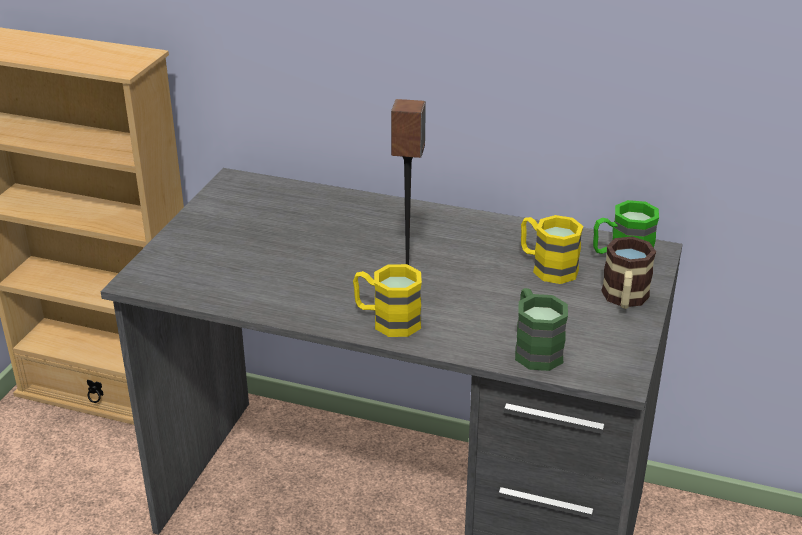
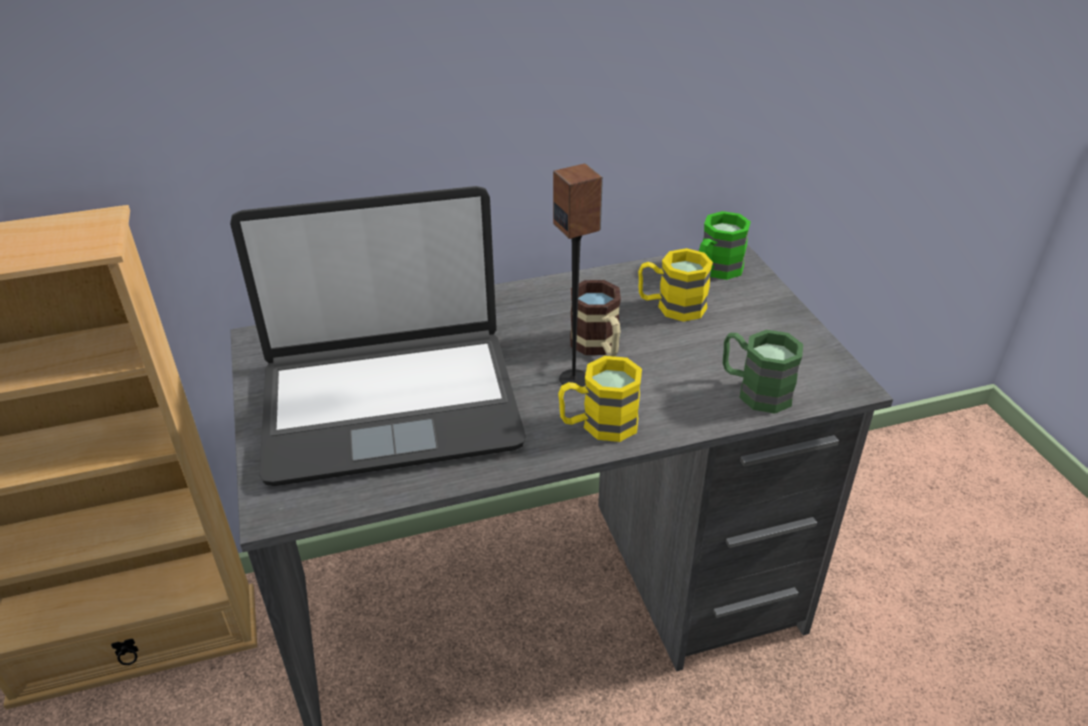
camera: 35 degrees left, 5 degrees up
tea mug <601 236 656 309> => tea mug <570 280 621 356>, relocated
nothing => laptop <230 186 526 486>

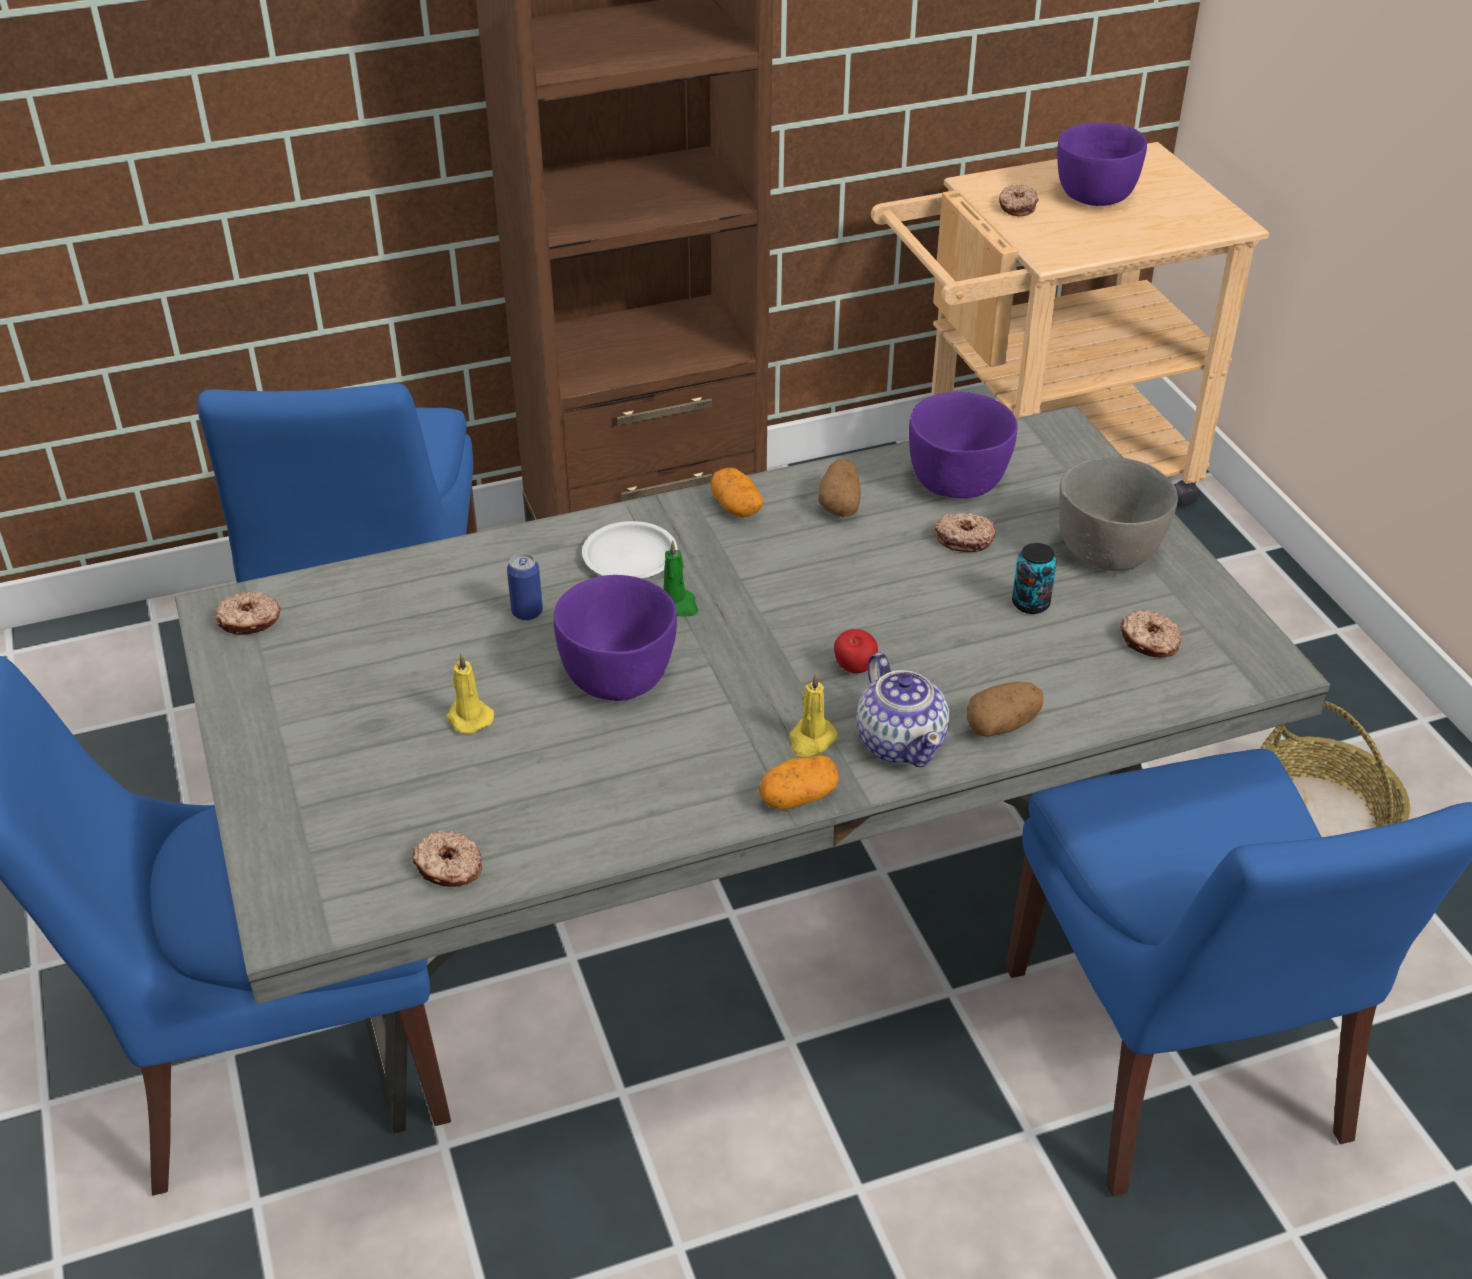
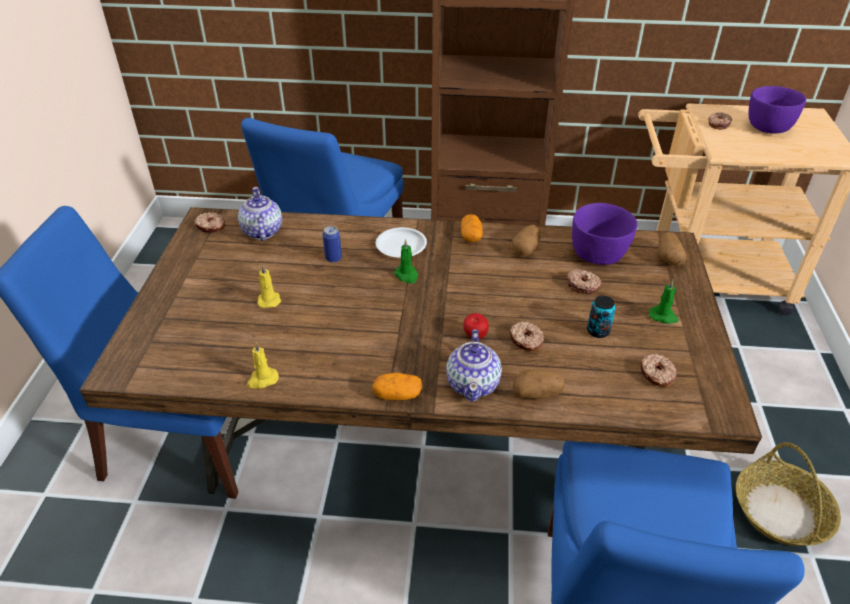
camera: 25 degrees right, 0 degrees up
grey dinner table <175 406 1330 1133> => brownish dinner table <80 207 762 494>
donut <412 830 482 887> => donut <509 321 544 351>, relocated
purplish deep dish <554 575 677 701> => nothing
yellow wax candle <789 673 838 757> => yellow wax candle <247 342 279 389>, relocated
grey deep dish <1059 456 1178 571> => greenish wax candle <649 280 679 324>
nothing => pot for tea <238 187 282 241>
nothing => whole potato <658 232 686 265>

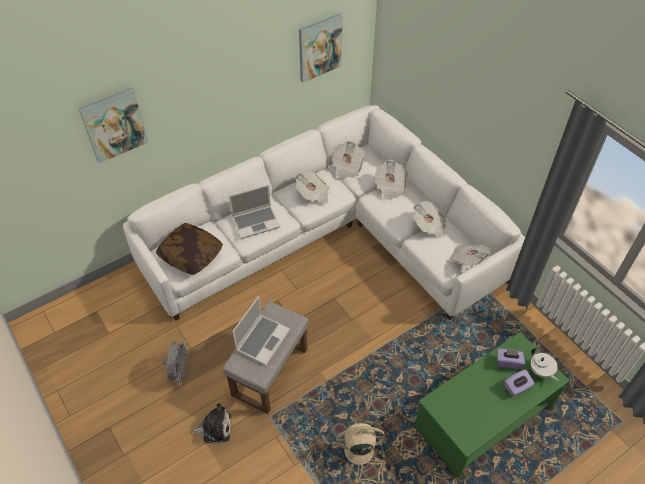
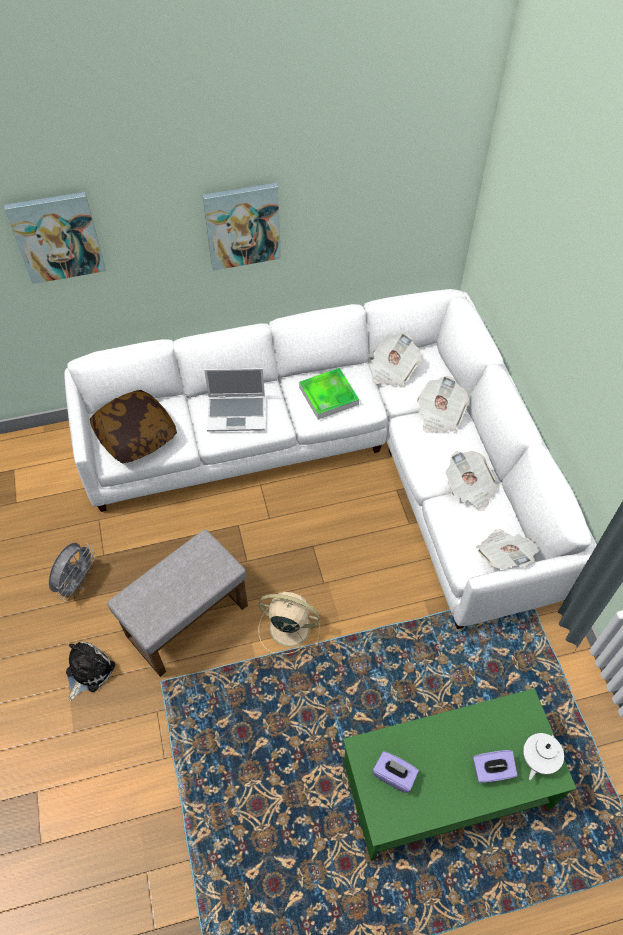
camera: 20 degrees right, 5 degrees up
soft toy <191 403 231 444> => soft toy <66 642 115 701>, 75 degrees counterclockwise
laptop <232 296 290 365> => nothing
printed paper <295 171 329 204> => tray <299 368 359 420>
wall picture <299 13 343 82> => wall picture <203 183 281 271>, relocated
beige electric fan <336 423 385 473> => beige electric fan <259 592 320 654>, relocated
purplish tissue holder <497 349 525 369> => purplish tissue holder <373 751 419 793>, relocated
white-coloured pot for tea <531 348 559 381> => white-coloured pot for tea <523 728 564 780>, 45 degrees clockwise

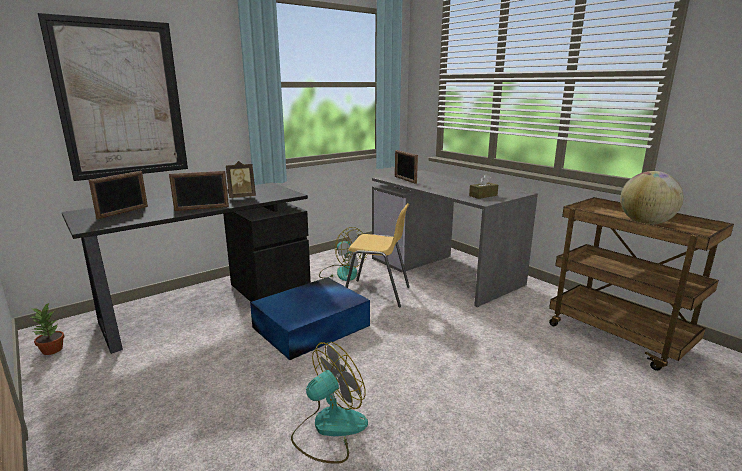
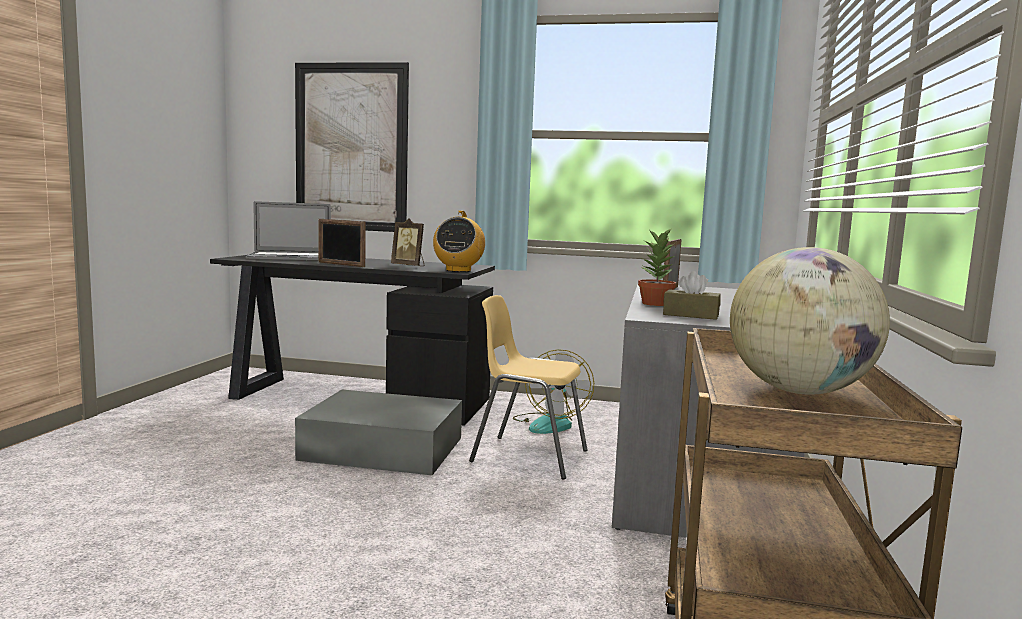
camera: 50 degrees right, 10 degrees down
plant in a pot <31 302 64 355> => plant in a pot <638 227 676 306>, relocated
photo frame <89 171 148 219> => laptop <246 201 331 261>
bluish storage box <250 277 370 360> => grey storage box <295 390 462 475>
electric fan <291 342 368 464> => nothing
yellow plain chair <345 203 410 307> => yellow plain chair <469 295 587 480>, 135 degrees clockwise
nothing => radio set <433 211 485 272>

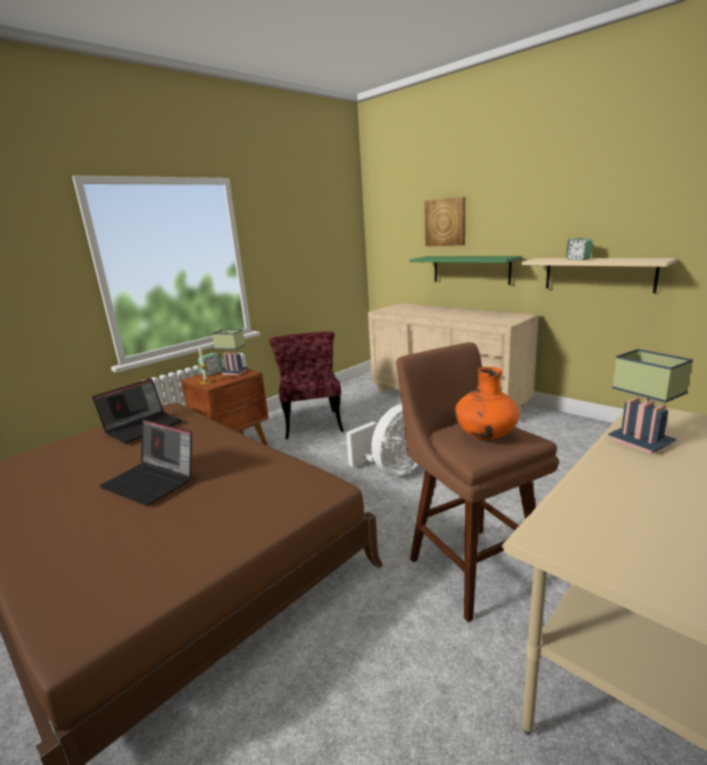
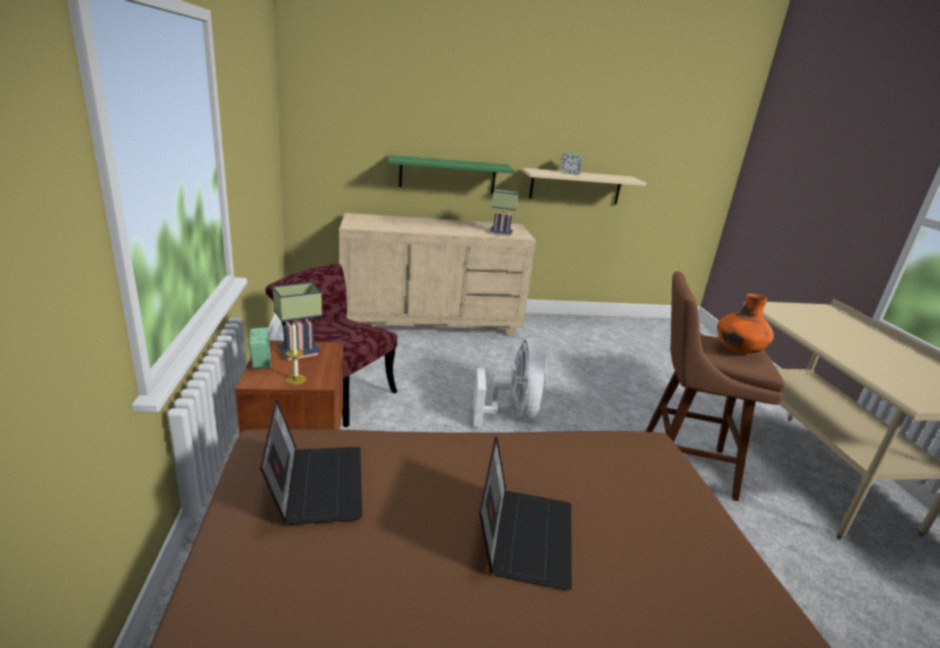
camera: 55 degrees left, 5 degrees up
laptop <99 419 192 506> => laptop <479 436 572 591>, 60 degrees counterclockwise
wall picture <425 197 465 246> => nothing
tabletop lamp <608 349 693 454> => tabletop lamp <490 188 519 237>, relocated

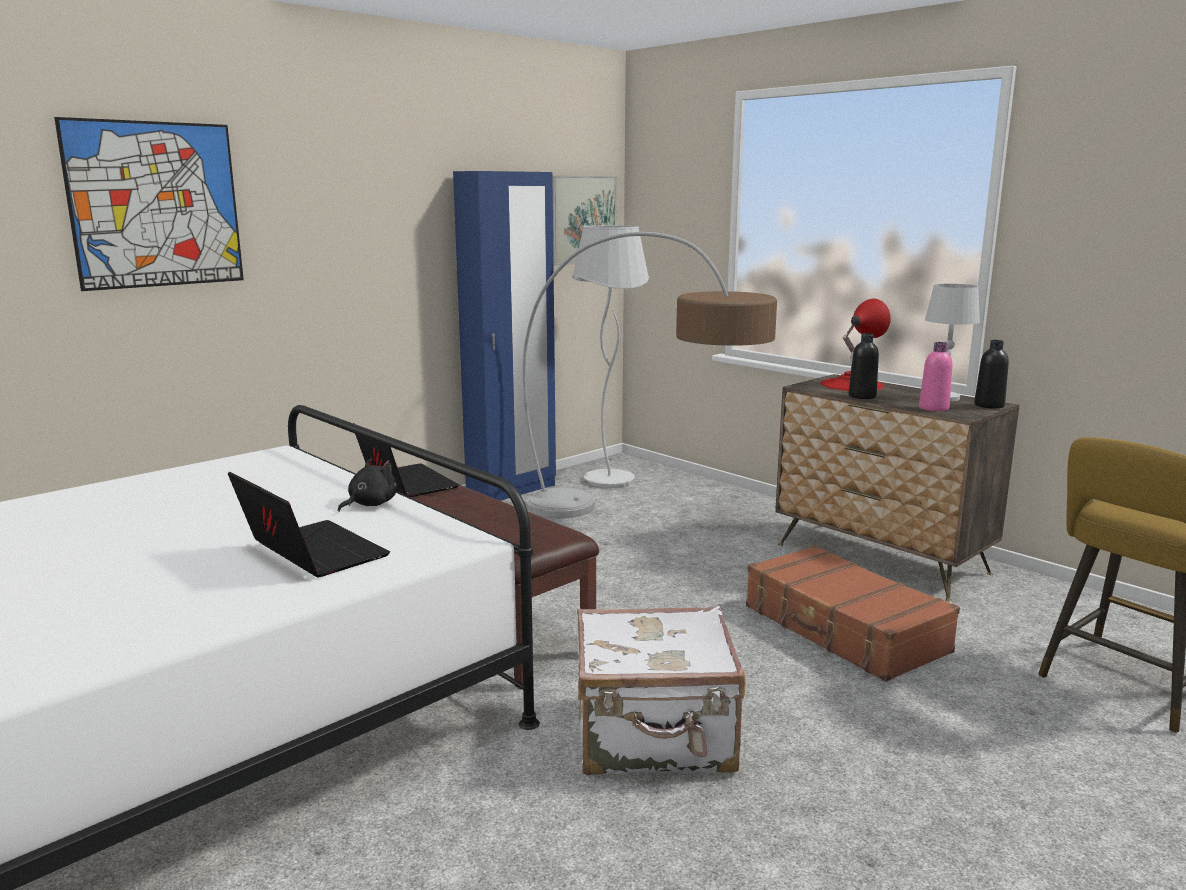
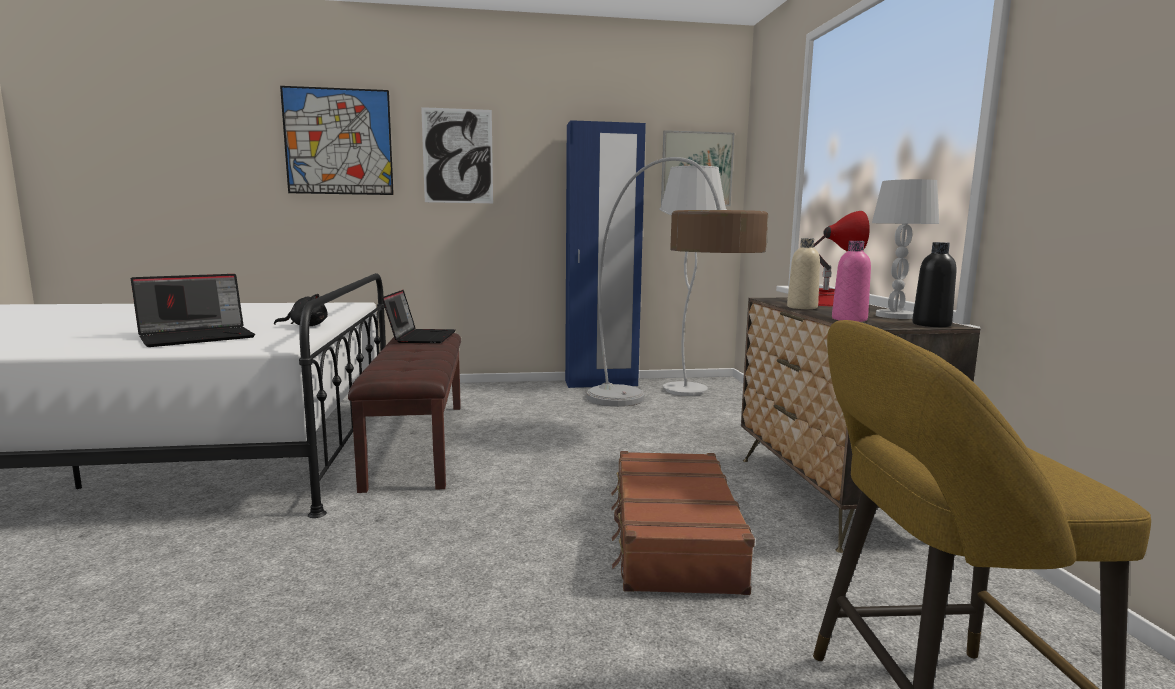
camera: 35 degrees right, 5 degrees down
laptop <228 471 390 578> => laptop <131 274 255 347>, 60 degrees clockwise
white-coloured suitcase <577 606 746 775> => nothing
blackish drink bottle <849 333 879 399> => beige drink bottle <787 238 820 309>
nothing => wall picture <421 107 493 203>

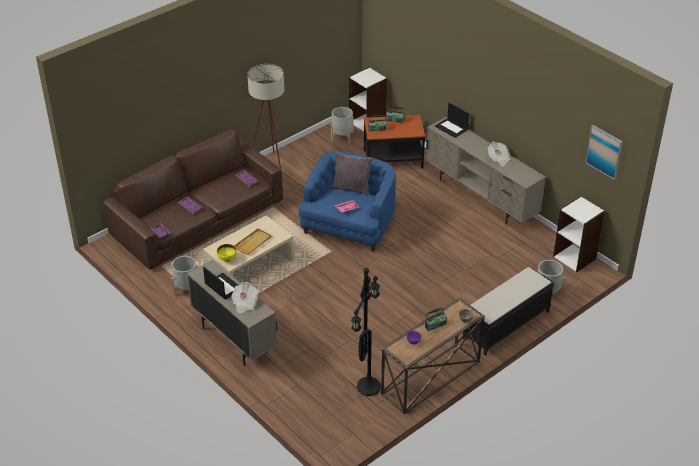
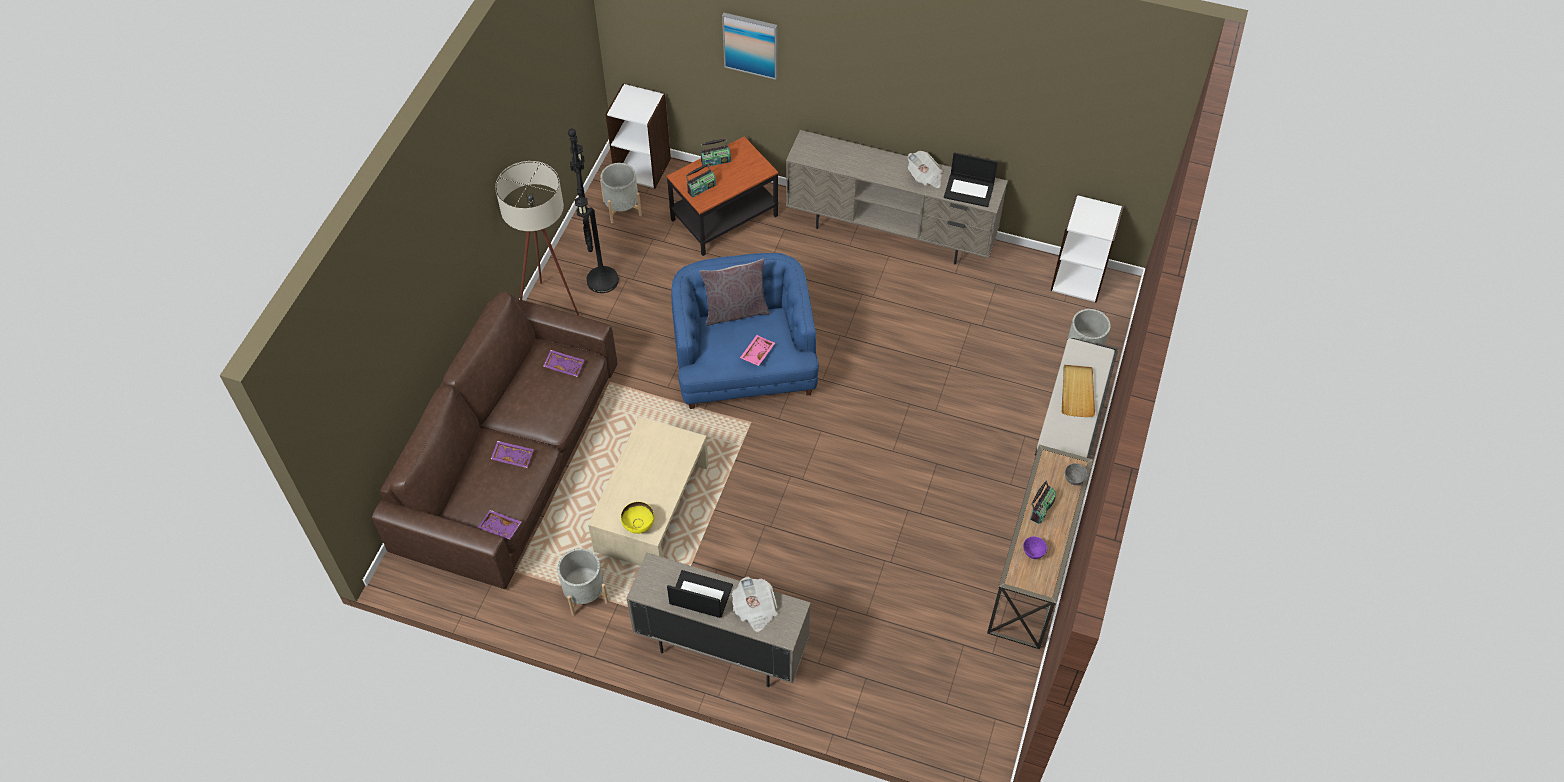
camera: 30 degrees left, 15 degrees up
beige tray <234 229 271 255> => beige tray <1061 365 1095 417>, relocated
blackish floor lamp <351 268 381 396> => blackish floor lamp <568 129 619 293>, relocated
laptop <435 103 469 138> => laptop <944 152 998 207>, relocated
wall picture <585 125 623 180> => wall picture <722 13 778 80>, relocated

